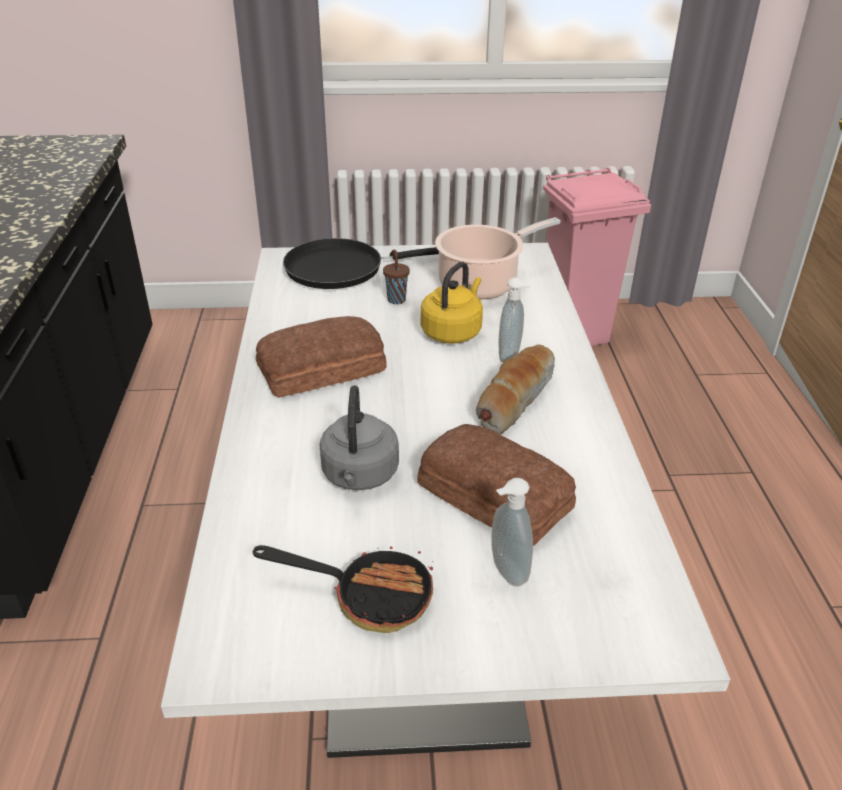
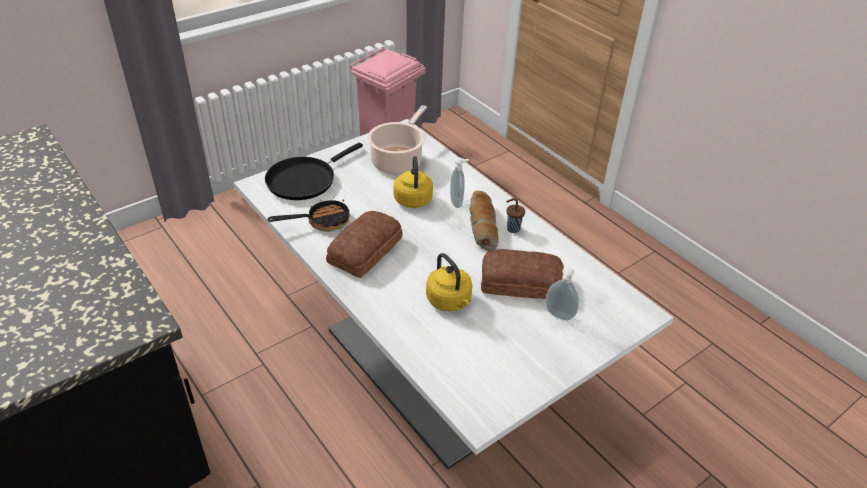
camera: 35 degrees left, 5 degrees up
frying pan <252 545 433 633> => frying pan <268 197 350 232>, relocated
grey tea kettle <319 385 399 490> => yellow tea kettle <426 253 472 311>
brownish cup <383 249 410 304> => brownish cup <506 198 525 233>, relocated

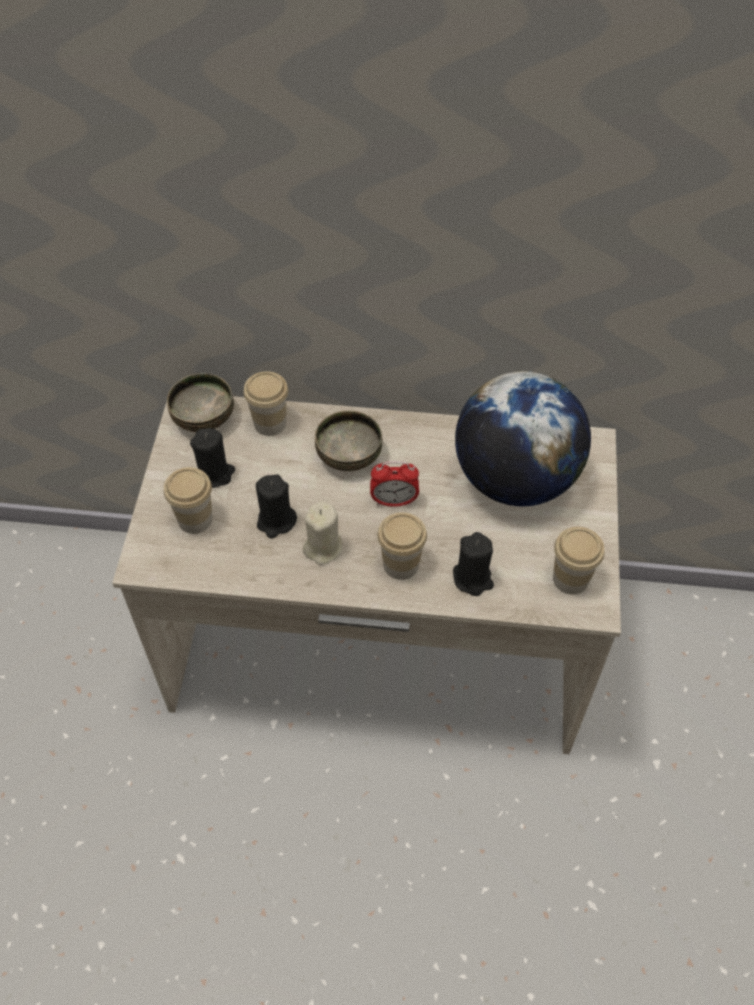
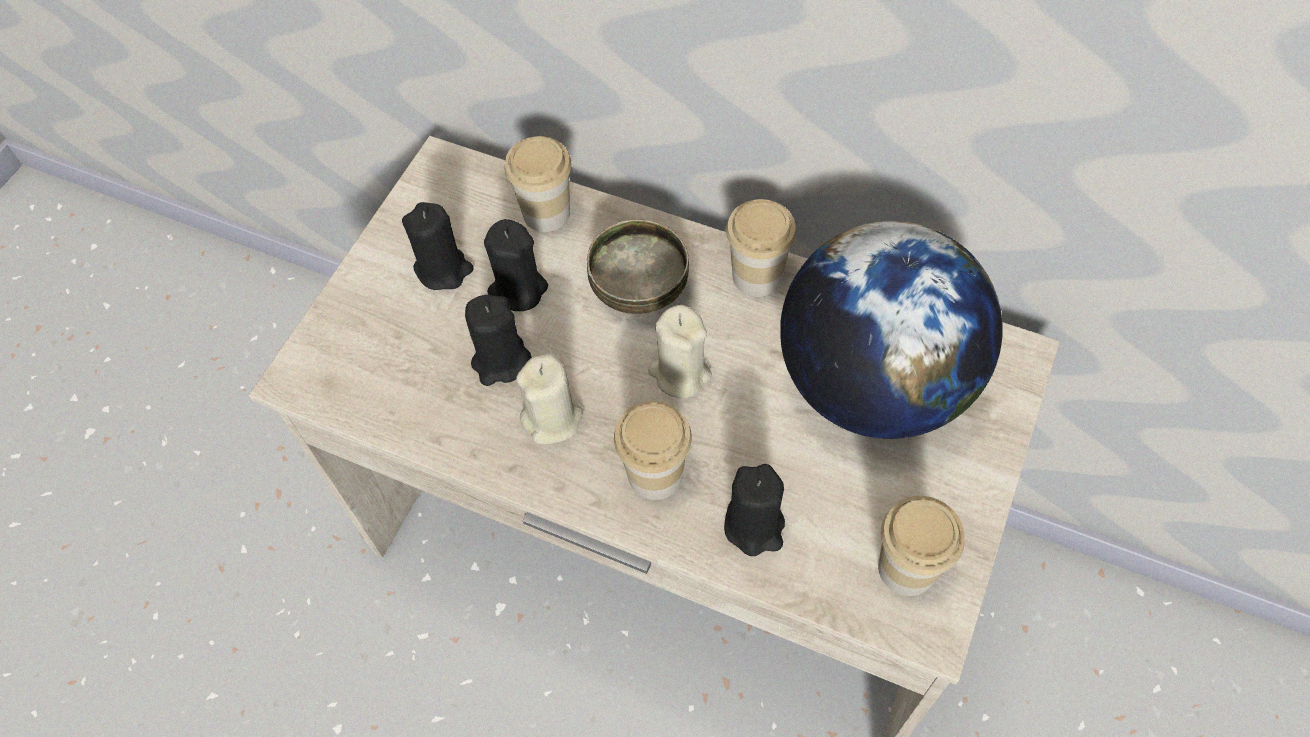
camera: 20 degrees right, 5 degrees up
cup <164 467 213 534> => cup <726 199 796 297>, relocated
deep dish <167 373 234 432> => nothing
bedside clock <370 461 419 507> => beige wax candle <648 305 712 399>
nothing => blackish wax candle <484 219 548 311>

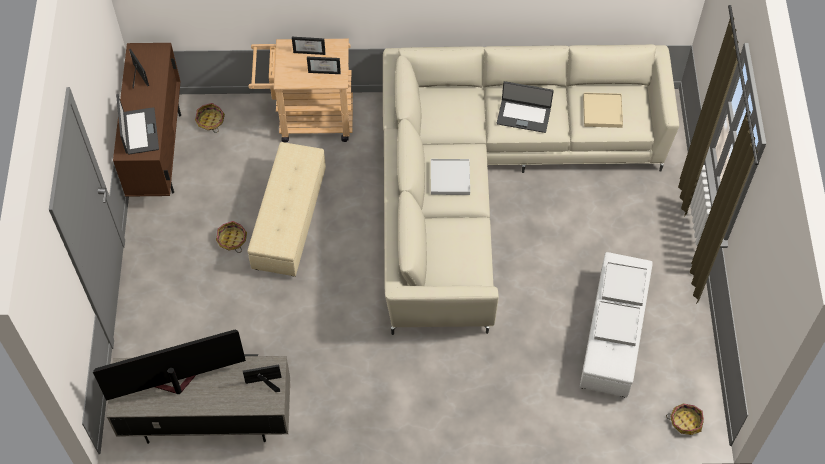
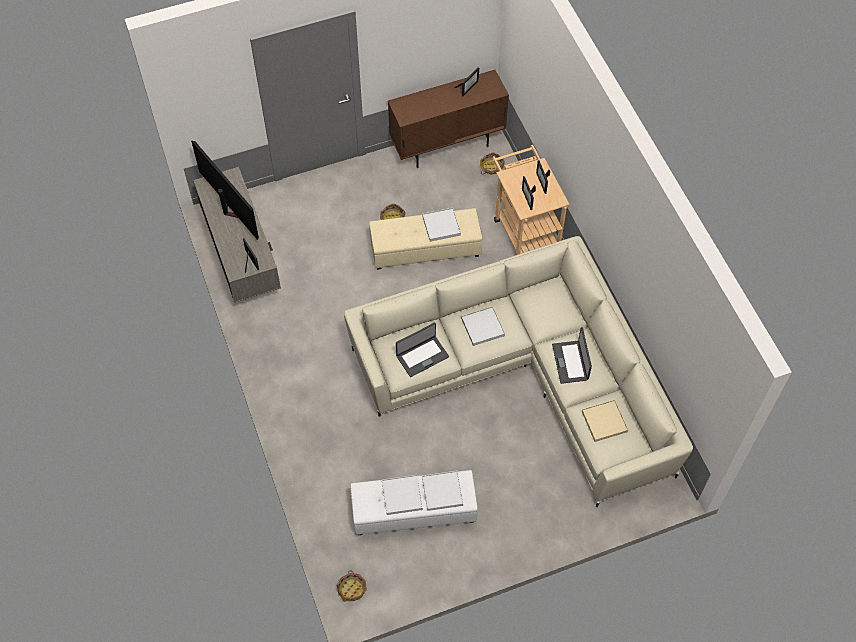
camera: 70 degrees right, 0 degrees up
laptop <116 94 159 154> => laptop <396 322 449 377>, relocated
nothing => white-coloured tray <422 208 461 242>

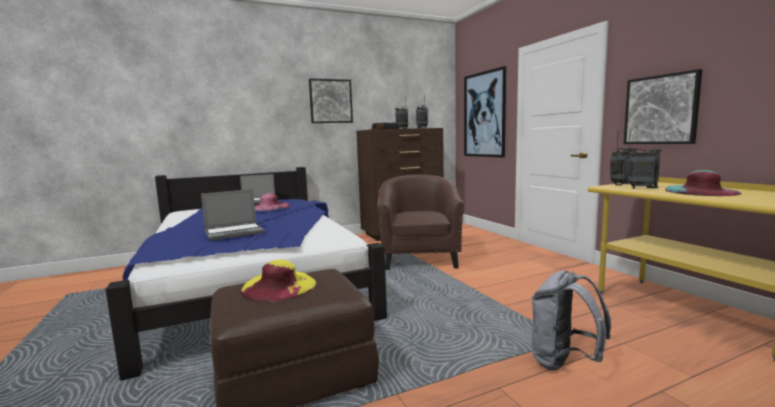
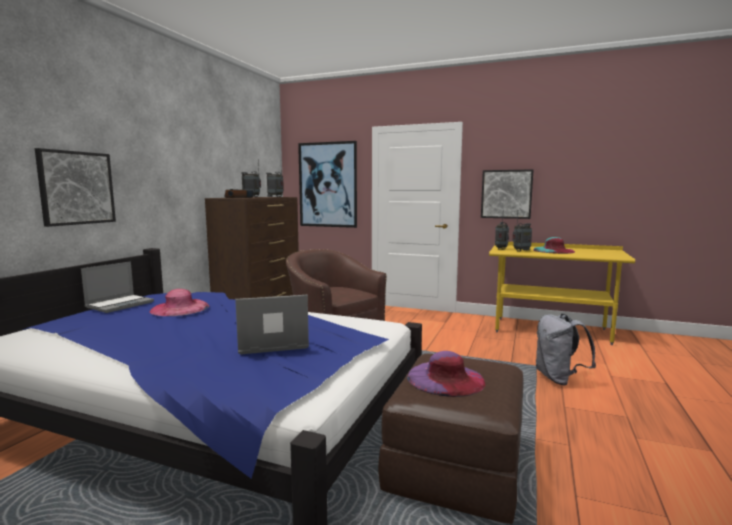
camera: 45 degrees left, 0 degrees up
laptop <201 189 264 240> => laptop <235 295 309 354>, 120 degrees counterclockwise
yellow clothing hat <241 260 316 302> => purplish clothing hat <407 351 485 397>
wall picture <309 78 353 123> => wall picture <35 148 116 227>, relocated

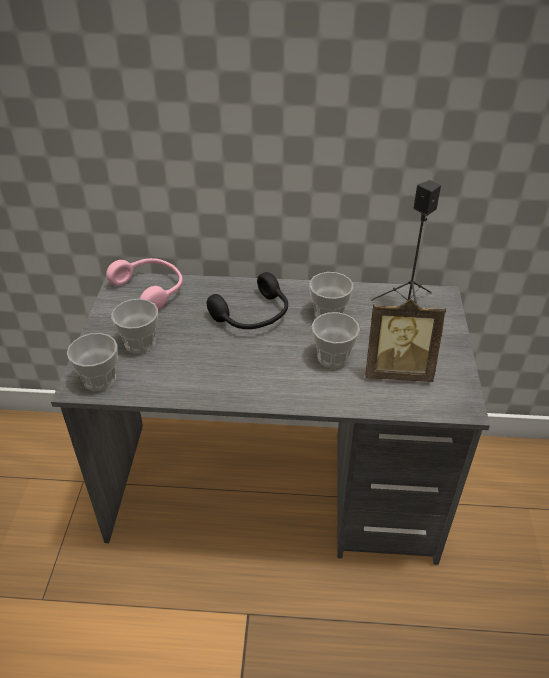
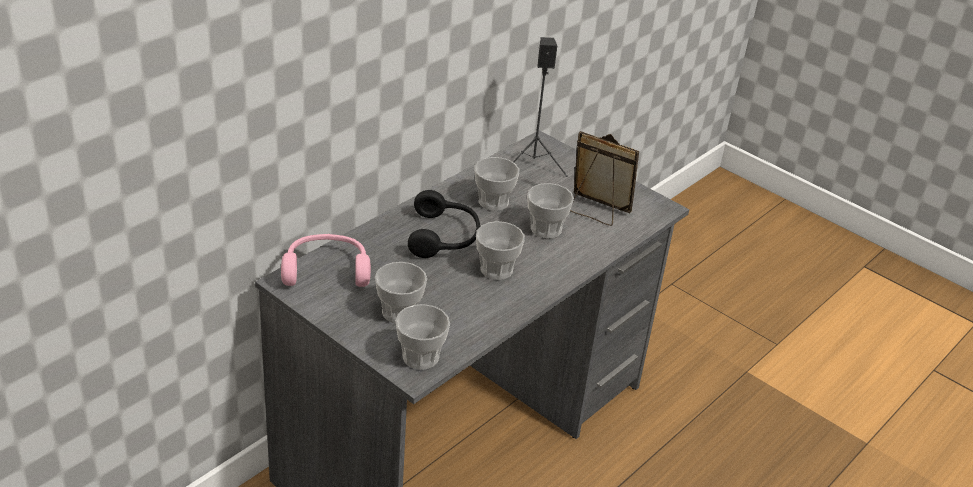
camera: 55 degrees left, 5 degrees down
photo frame <365 299 446 382> => photo frame <570 131 639 226>, 105 degrees counterclockwise
nothing => cup <476 221 525 280>

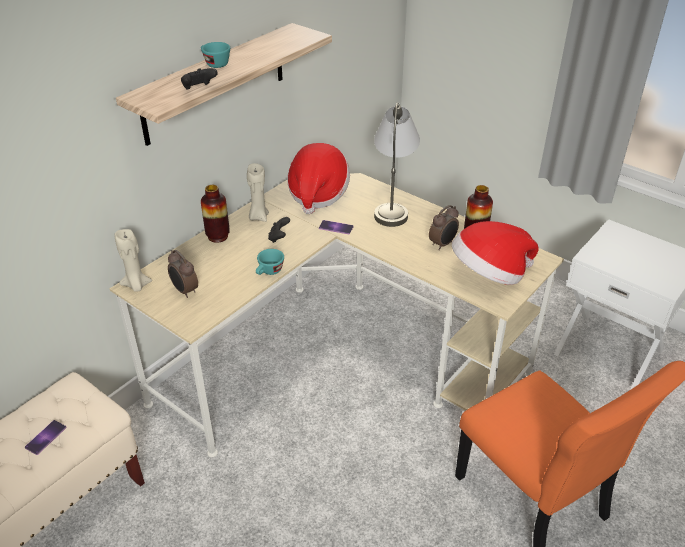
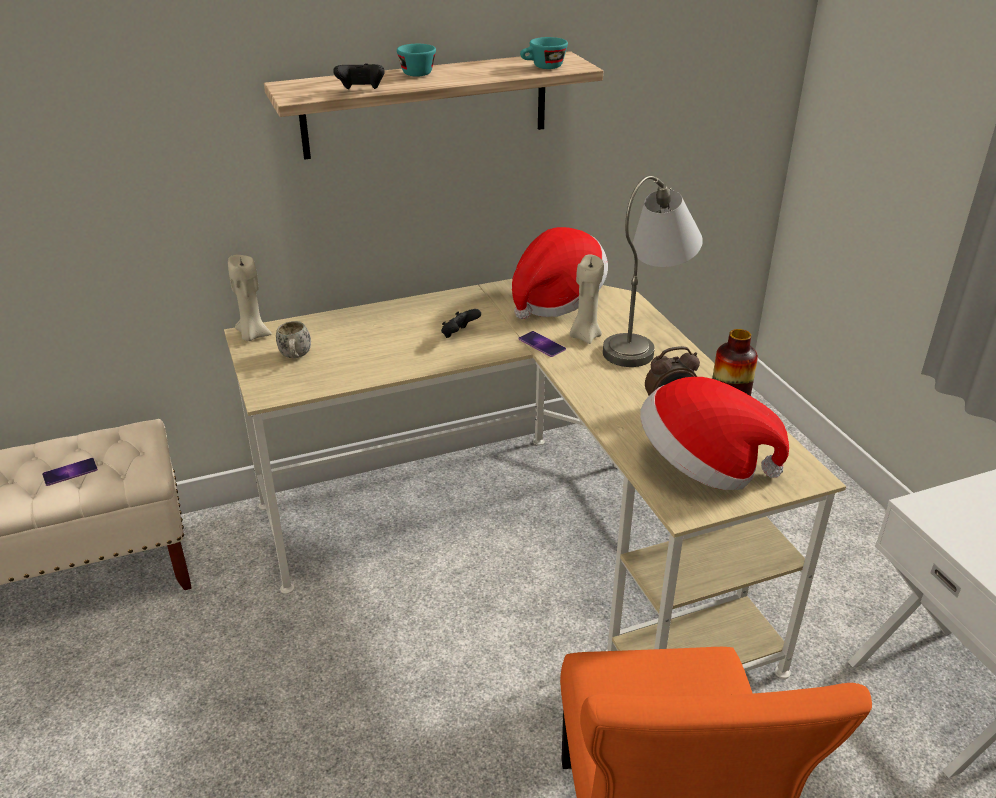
camera: 30 degrees right, 5 degrees down
bedside clock <168 250 198 298> => white-coloured tea mug <276 321 311 358>
flower vase <201 185 230 243> => nothing
beige wax candle <247 163 269 222> => beige wax candle <570 255 604 344>, relocated
blue-green cup <256 249 284 275> => blue-green cup <520 37 568 69>, relocated

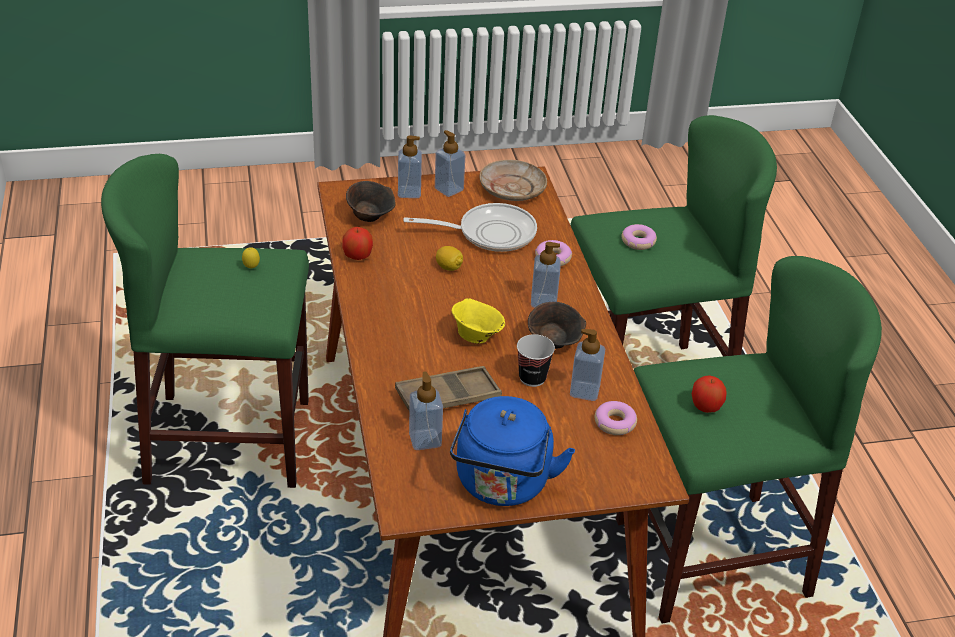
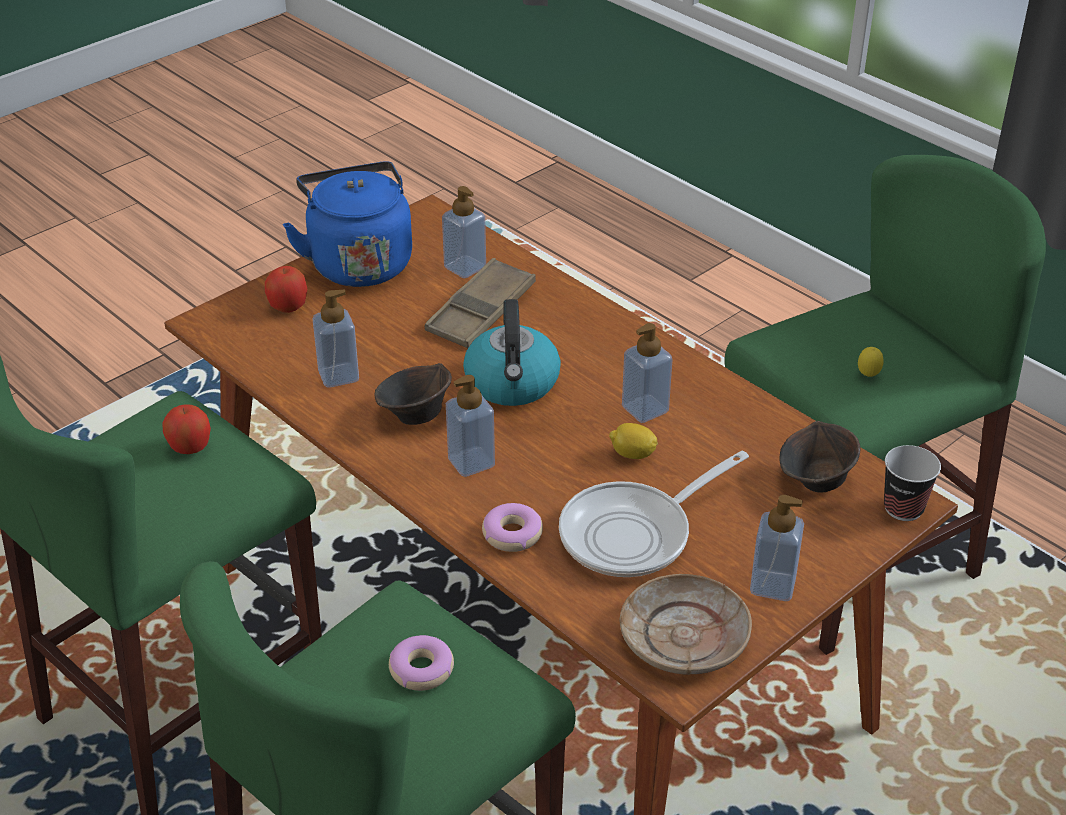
camera: 150 degrees right, 0 degrees up
apple <342 227 373 260> => apple <265 266 307 313>, relocated
soap bottle <398 135 422 198> => soap bottle <622 323 673 423>, relocated
yellow deep dish <452 298 505 343> => tea kettle <463 299 561 406>
cup <517 334 555 387> => cup <884 445 941 521>, relocated
donut <595 401 637 435> => nothing

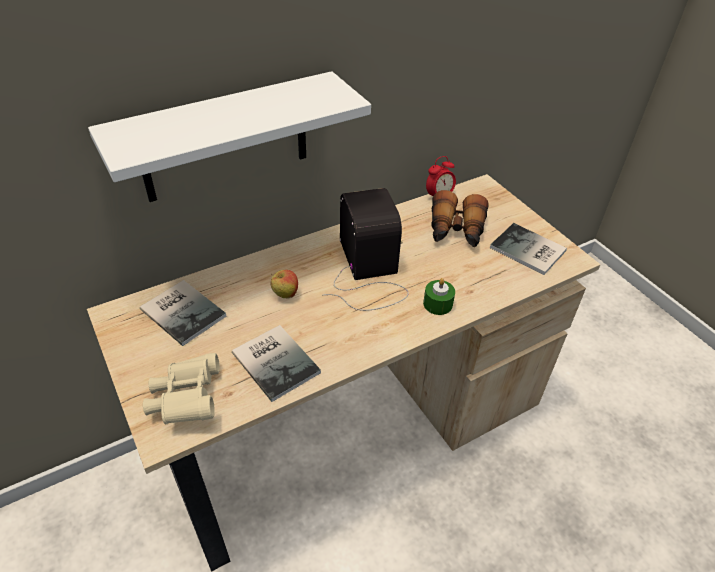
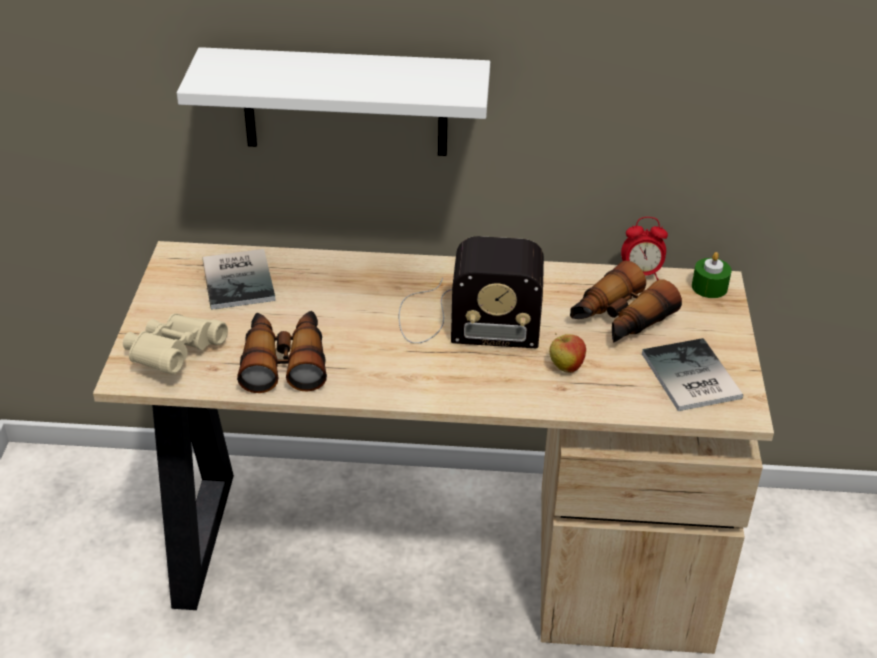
camera: 35 degrees right, 5 degrees down
bound book <232 325 321 402> => field glasses <237 311 327 393>
apple <271 270 298 299> => apple <549 333 586 373>, relocated
radio set <322 188 409 311> => radio set <399 236 544 348>, 75 degrees clockwise
greenish wax candle <423 278 455 315> => greenish wax candle <692 252 732 298>, relocated

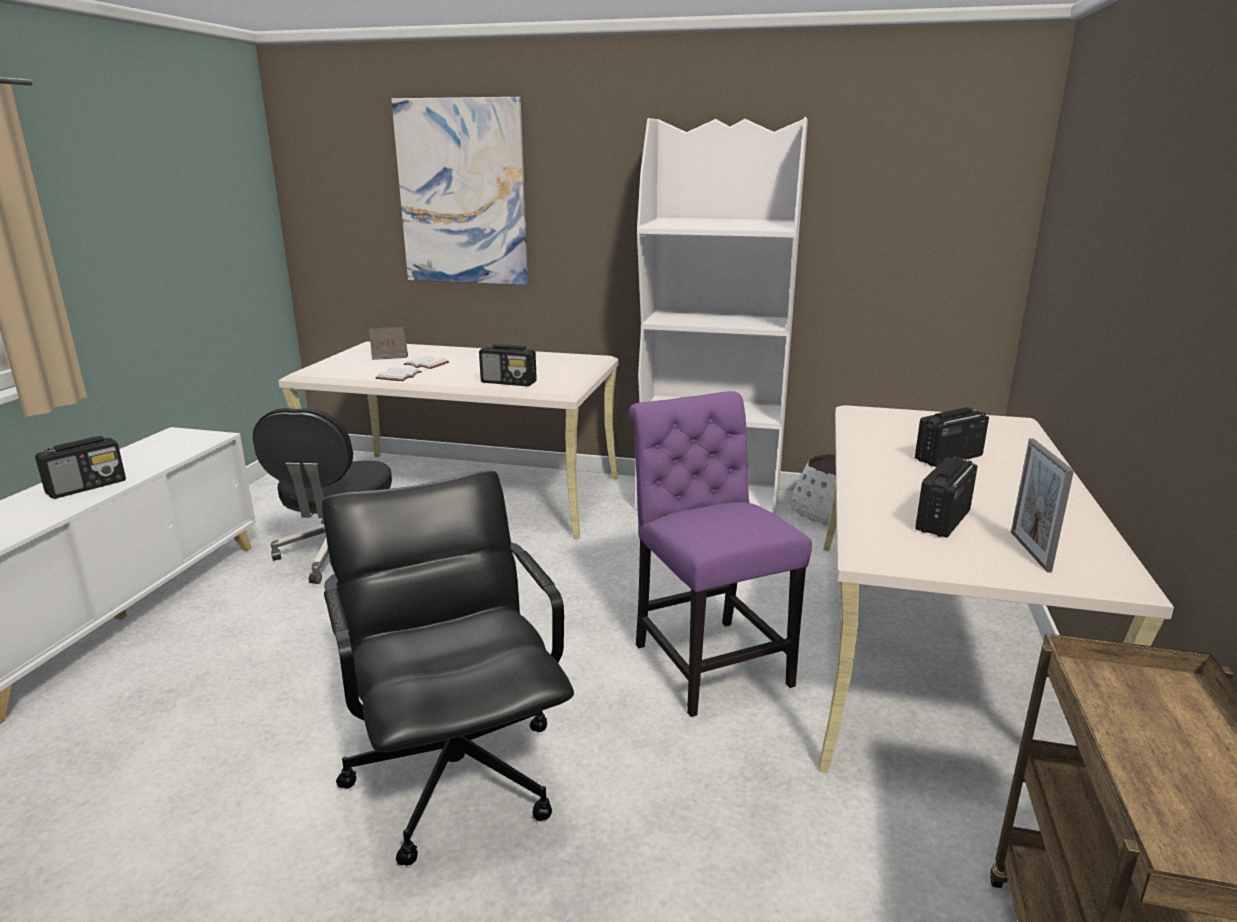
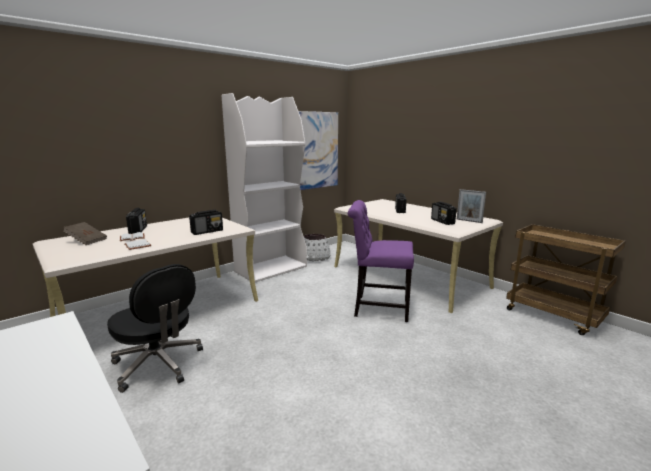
camera: 55 degrees left, 5 degrees down
radio set <35 436 126 499> => radio set <126 208 147 234>, relocated
blackish computer chair <322 470 574 866> => nothing
wall picture <391 97 528 285> => wall picture <298 111 338 190>, relocated

